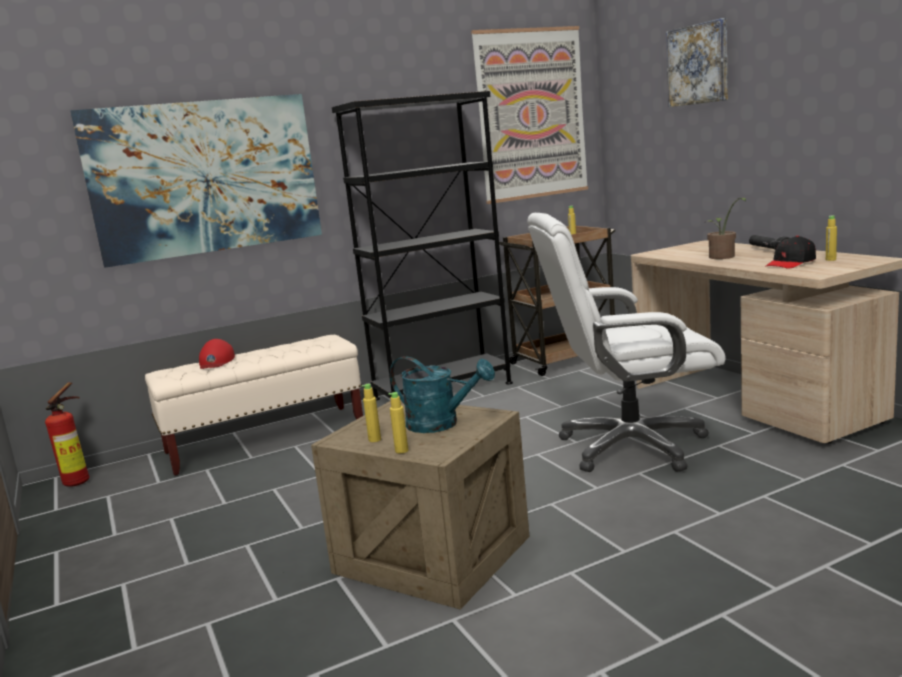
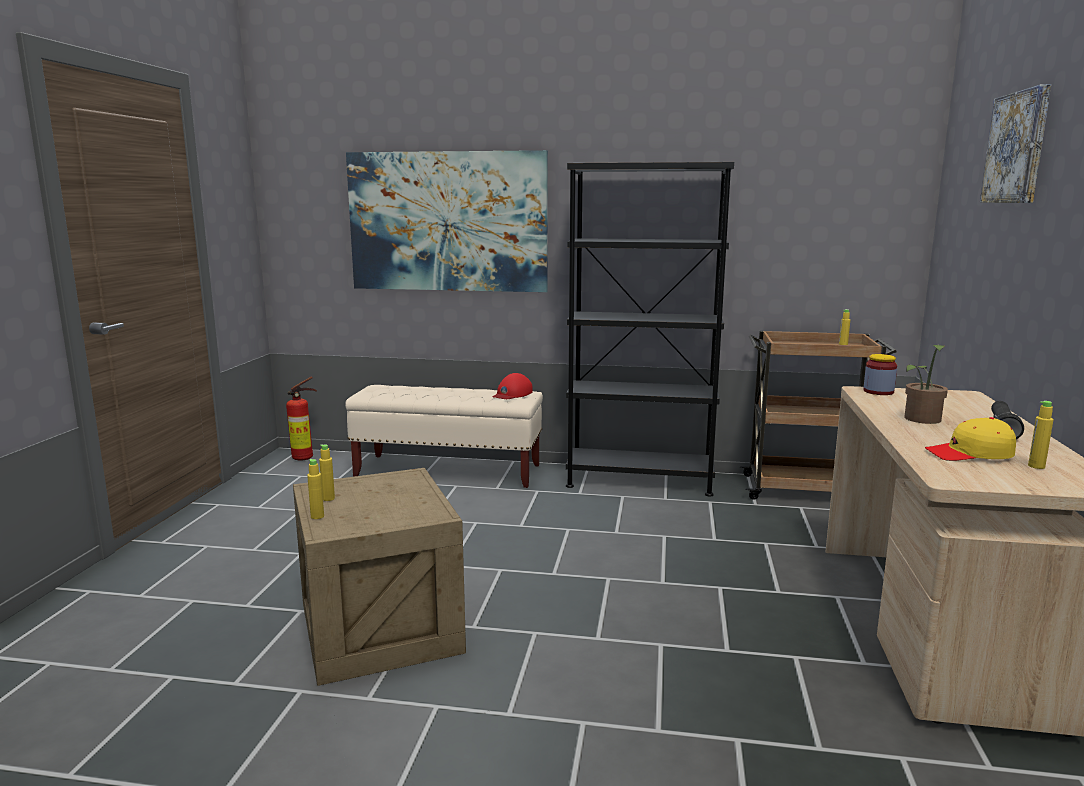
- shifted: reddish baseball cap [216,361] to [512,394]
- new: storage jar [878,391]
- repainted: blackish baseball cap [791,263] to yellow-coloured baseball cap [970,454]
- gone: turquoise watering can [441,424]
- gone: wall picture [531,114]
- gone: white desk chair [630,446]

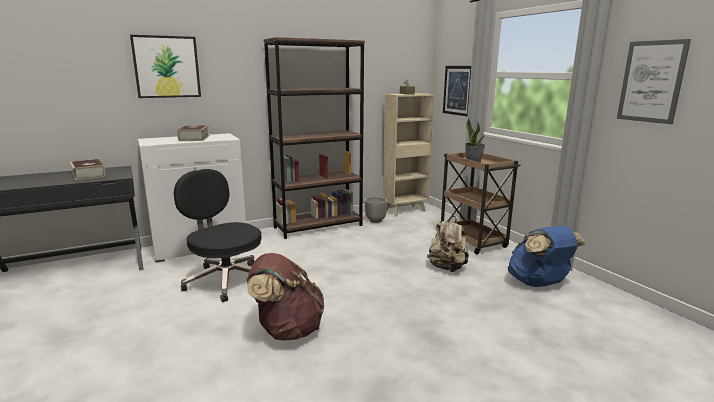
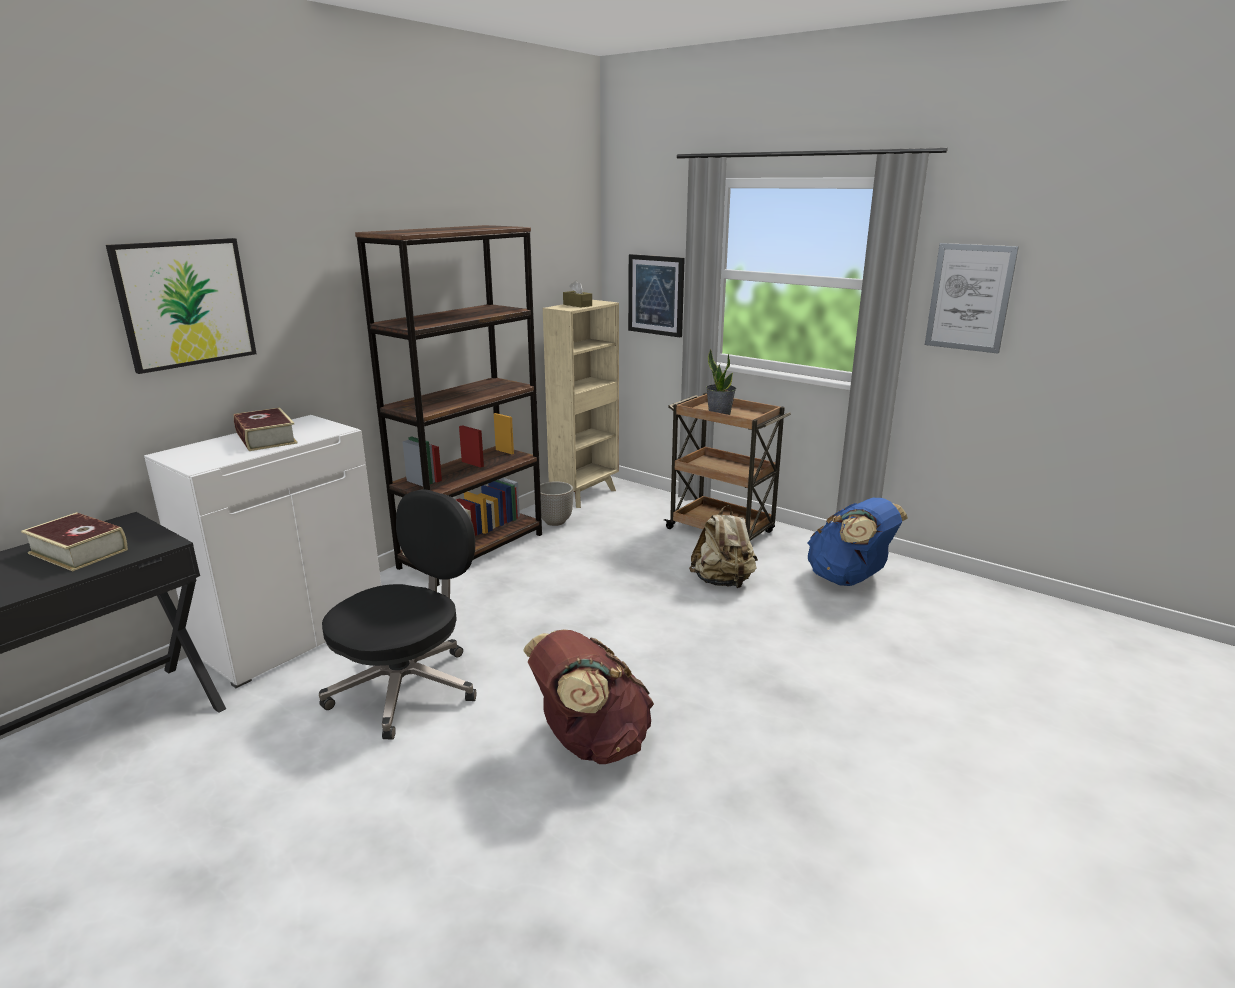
- rotated: blackish desk chair [225,280] = [407,687] 105 degrees clockwise

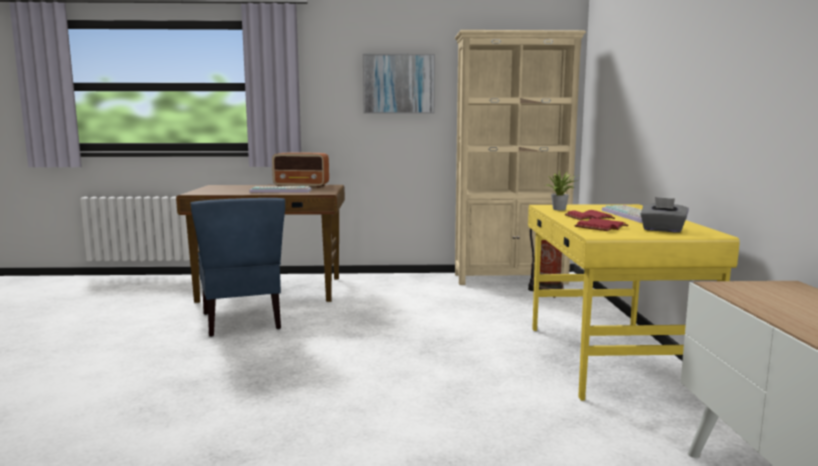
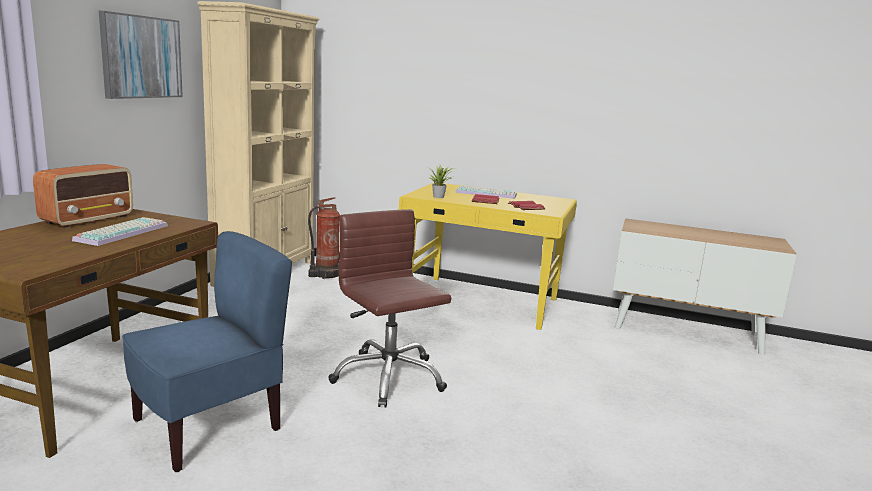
- rotated: blue-coloured chair [243,321] = [208,426] 45 degrees counterclockwise
- new: brown-coloured desk chair [388,377]
- gone: greyish box of tissues [662,230]

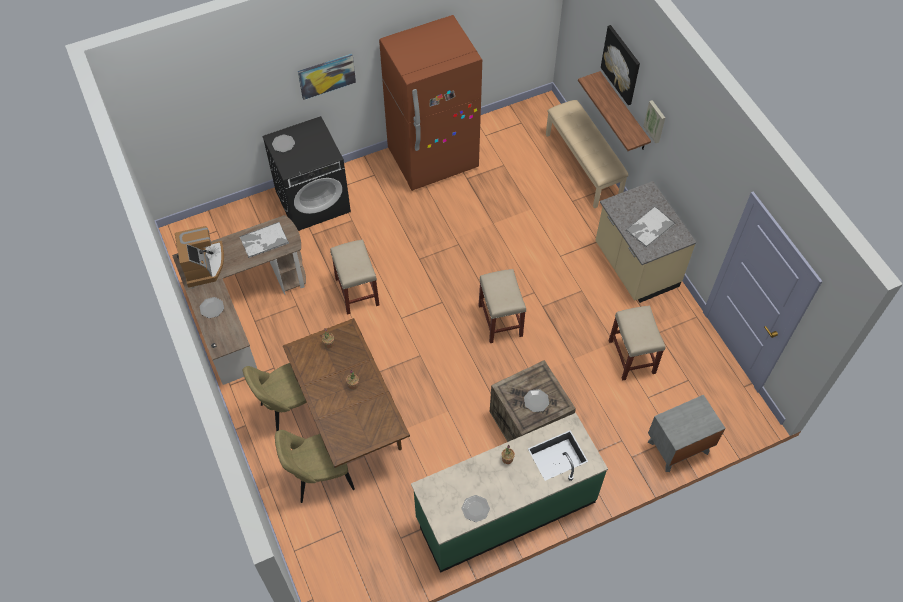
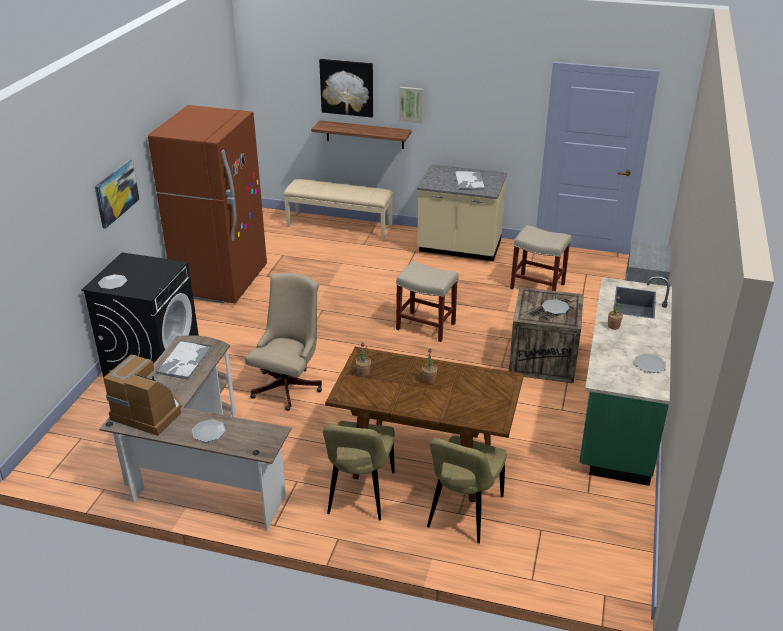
- swapped: beige-coloured stool [357,292] to beige-coloured desk chair [289,385]

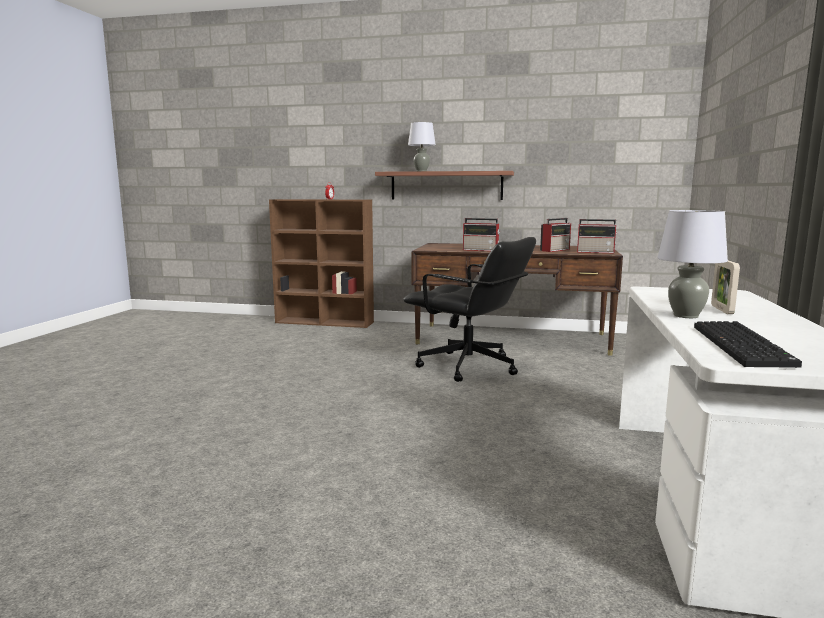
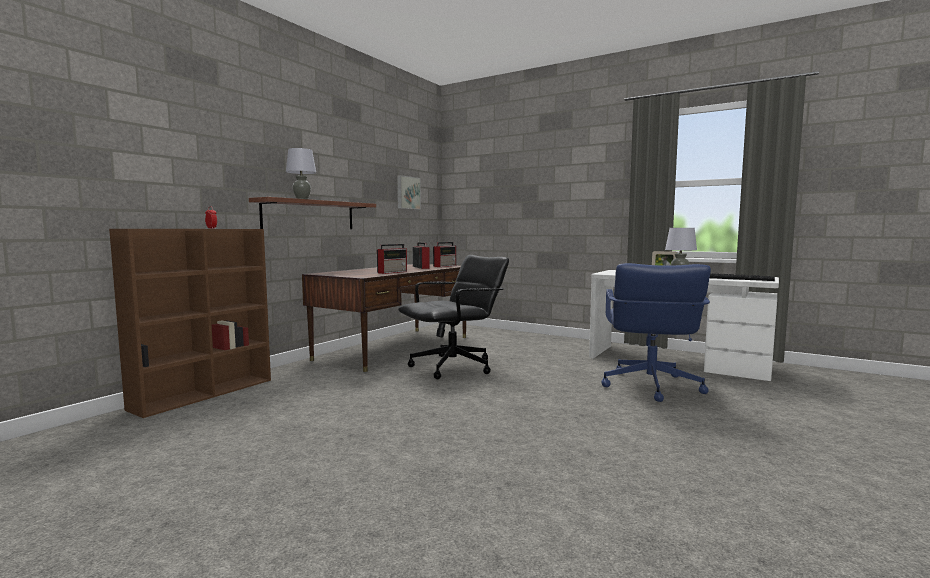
- new: wall picture [407,193]
- new: blue-coloured desk chair [650,386]

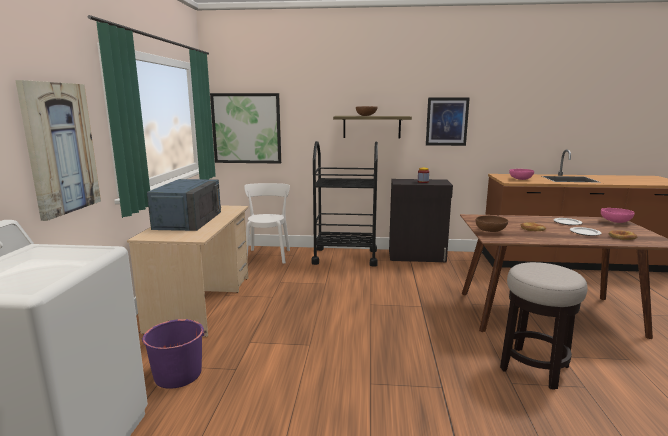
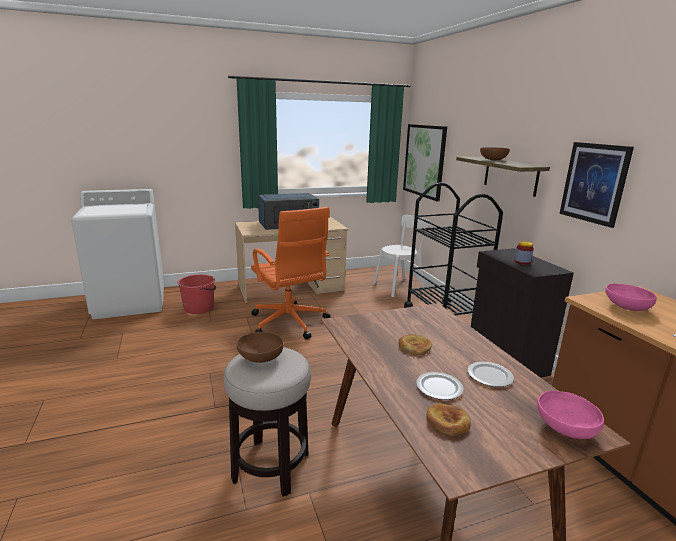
- repainted: purplish water bucket [178,374] to reddish water bucket [199,308]
- shifted: brown-coloured serving bowl [490,231] to [260,358]
- new: orange-coloured desk chair [289,323]
- gone: wall picture [60,148]

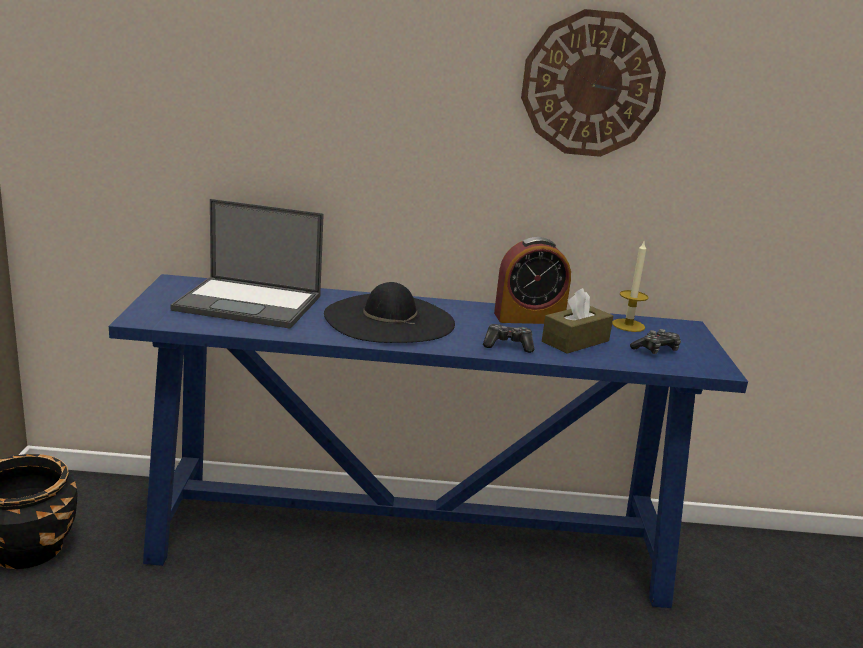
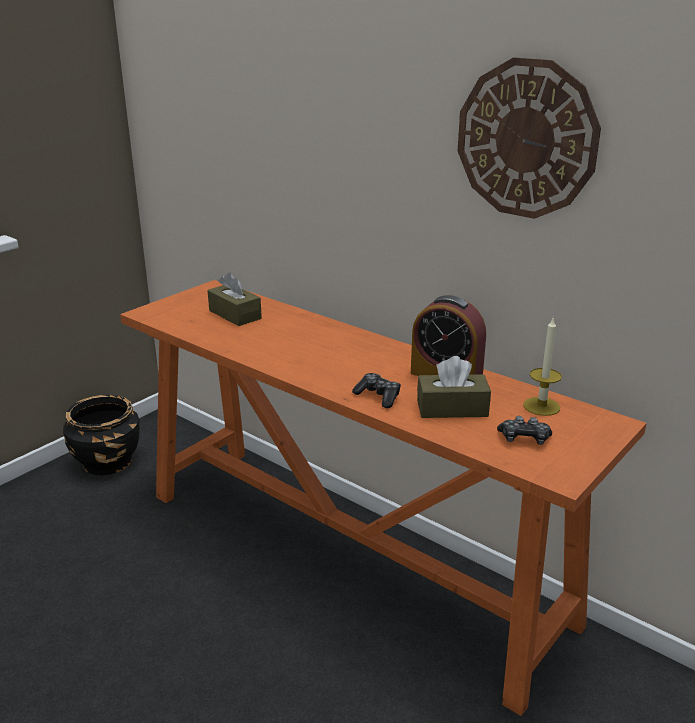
- repainted: blue-coloured console table [414,543] to orange-coloured console table [349,556]
- swapped: notebook computer [250,303] to brown-coloured box of tissues [235,314]
- gone: blackish wearable hat [389,319]

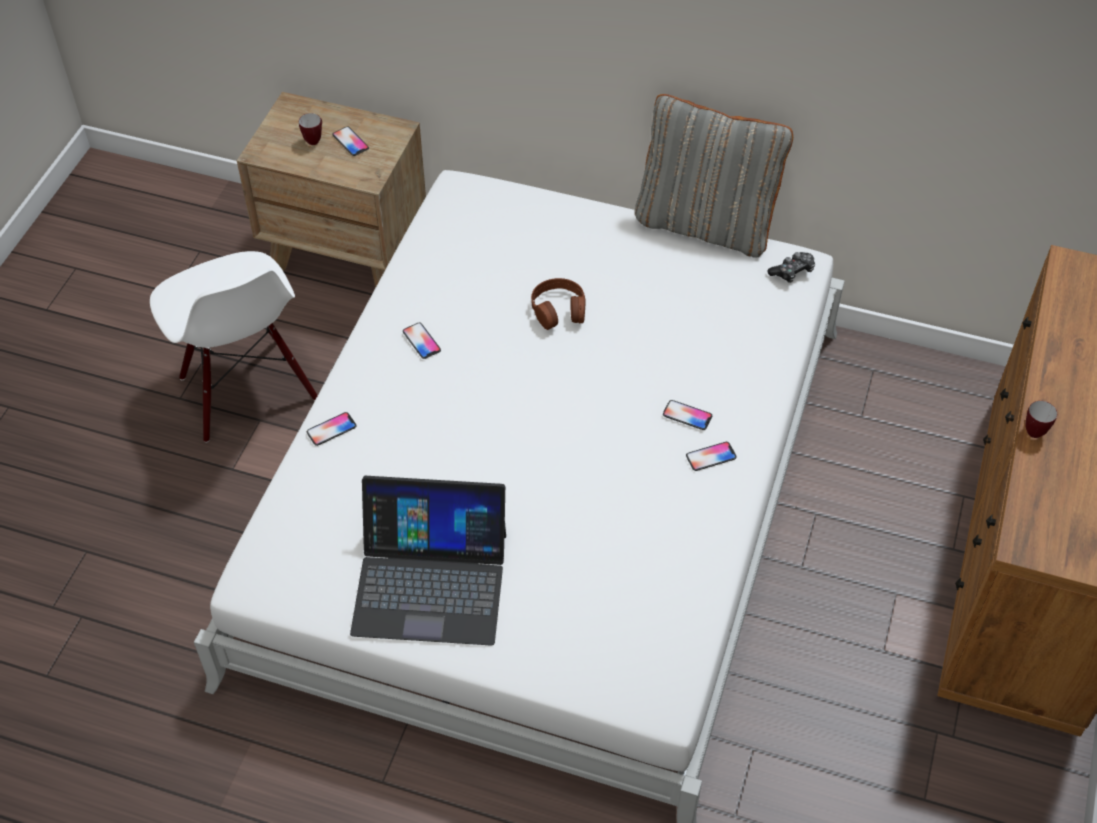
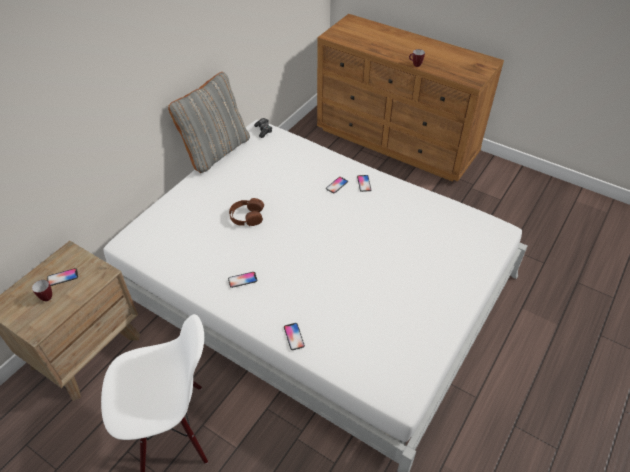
- gone: notebook computer [430,582]

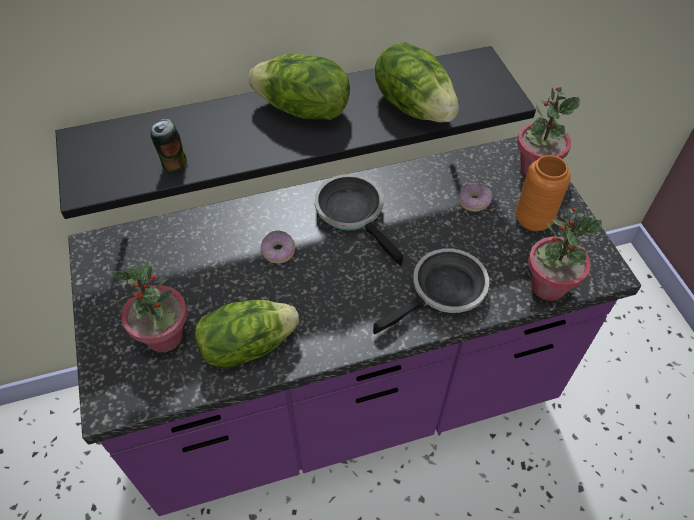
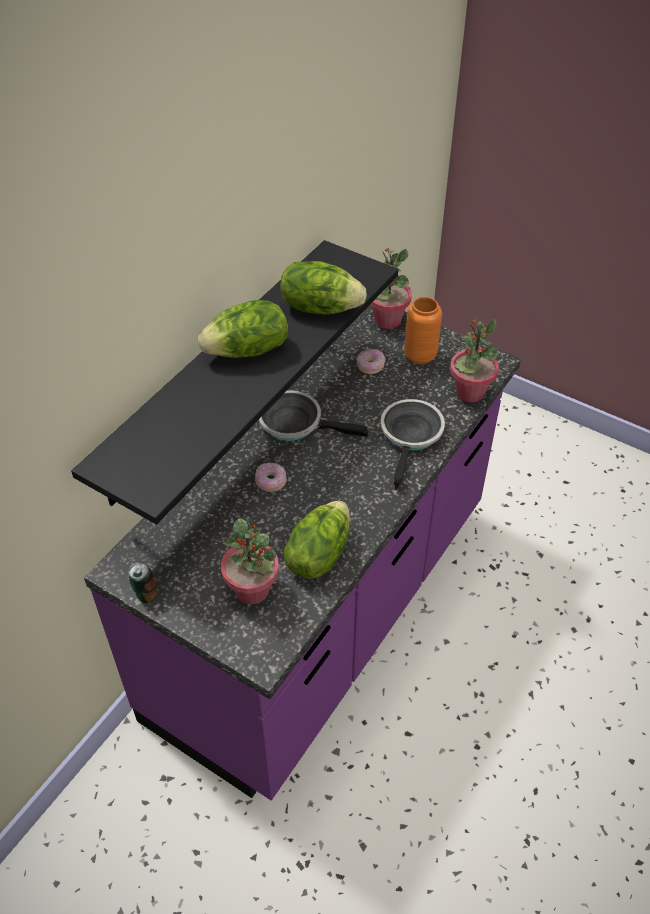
- shifted: sealed can [174,163] to [145,594]

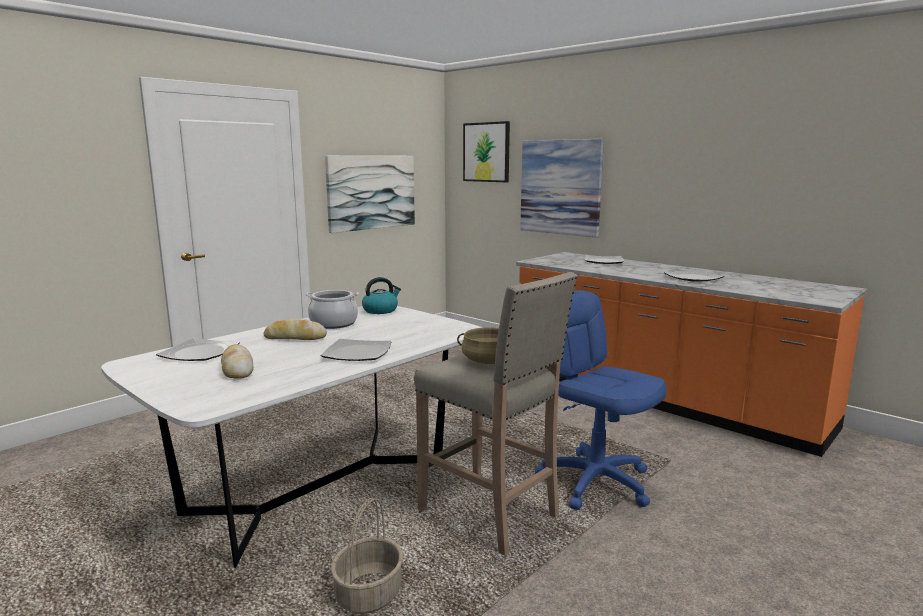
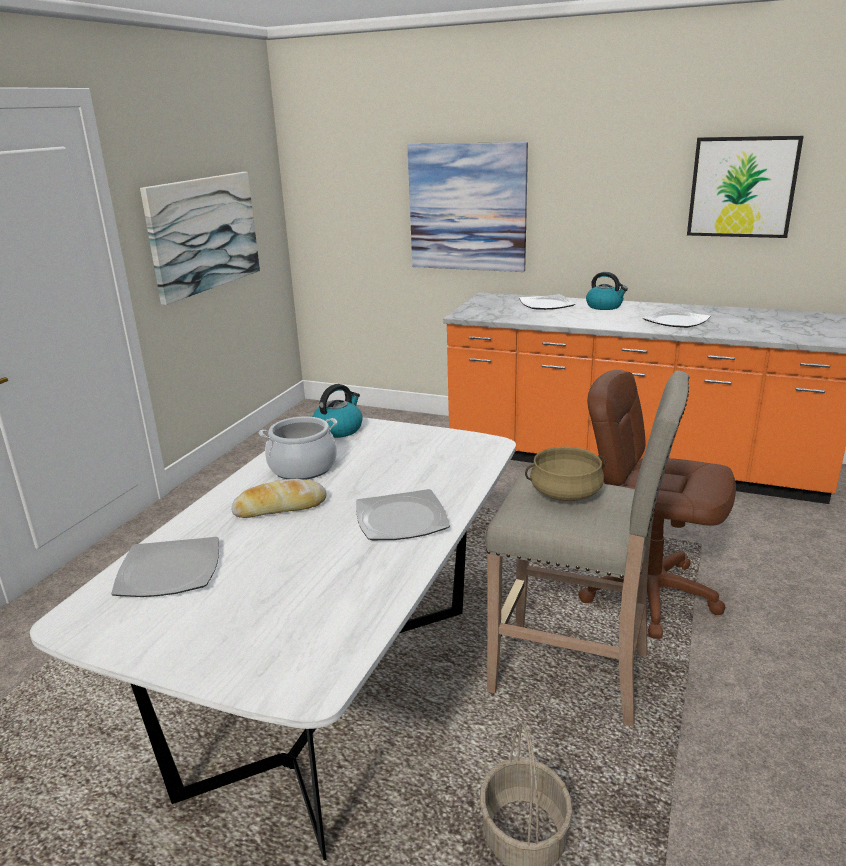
- repainted: blue-coloured desk chair [595,481] to brown-coloured desk chair [648,593]
- new: kettle [605,306]
- shifted: wall picture [486,152] to [742,187]
- gone: bakery bread [237,369]

